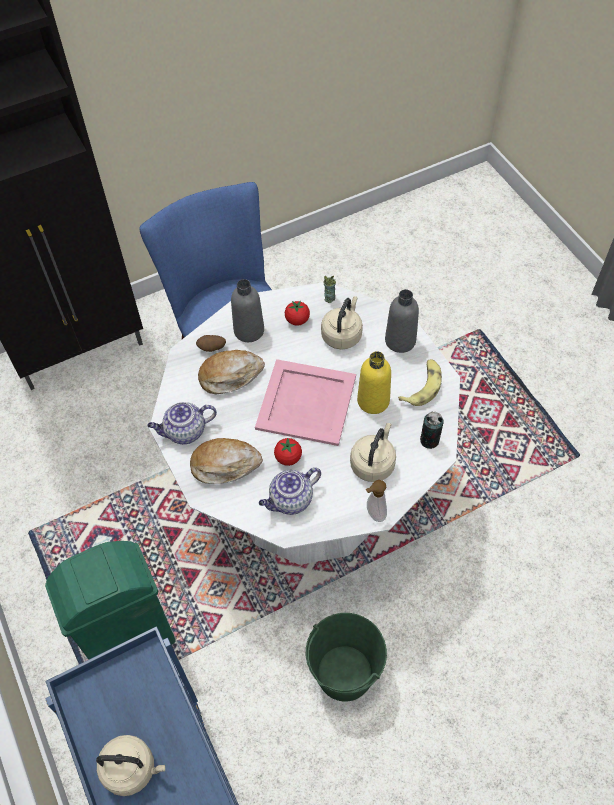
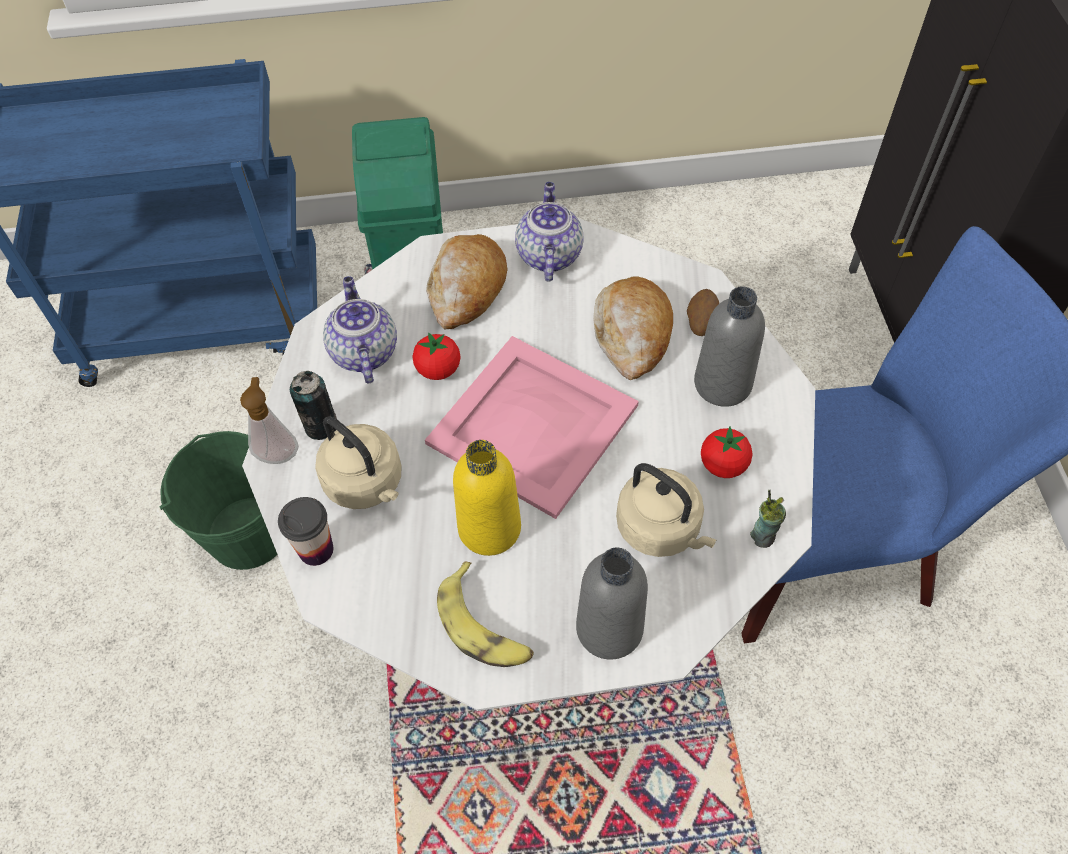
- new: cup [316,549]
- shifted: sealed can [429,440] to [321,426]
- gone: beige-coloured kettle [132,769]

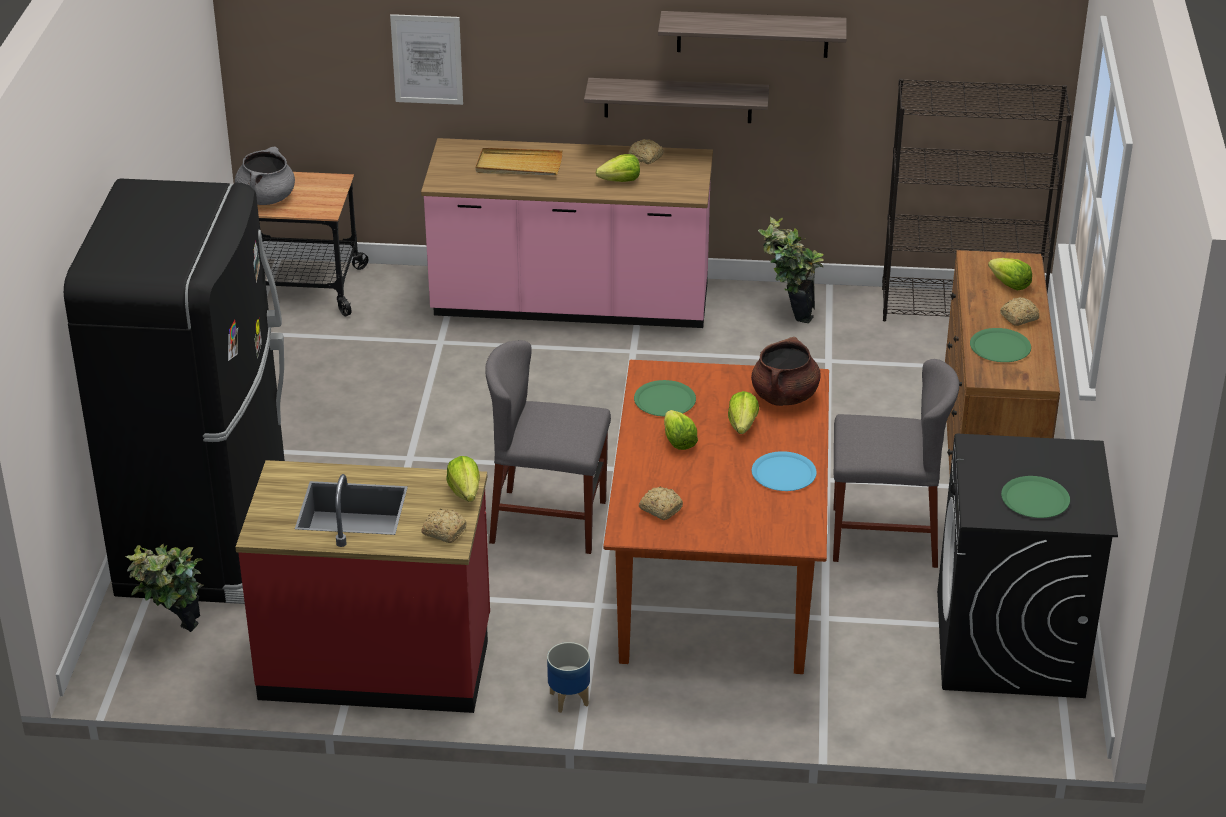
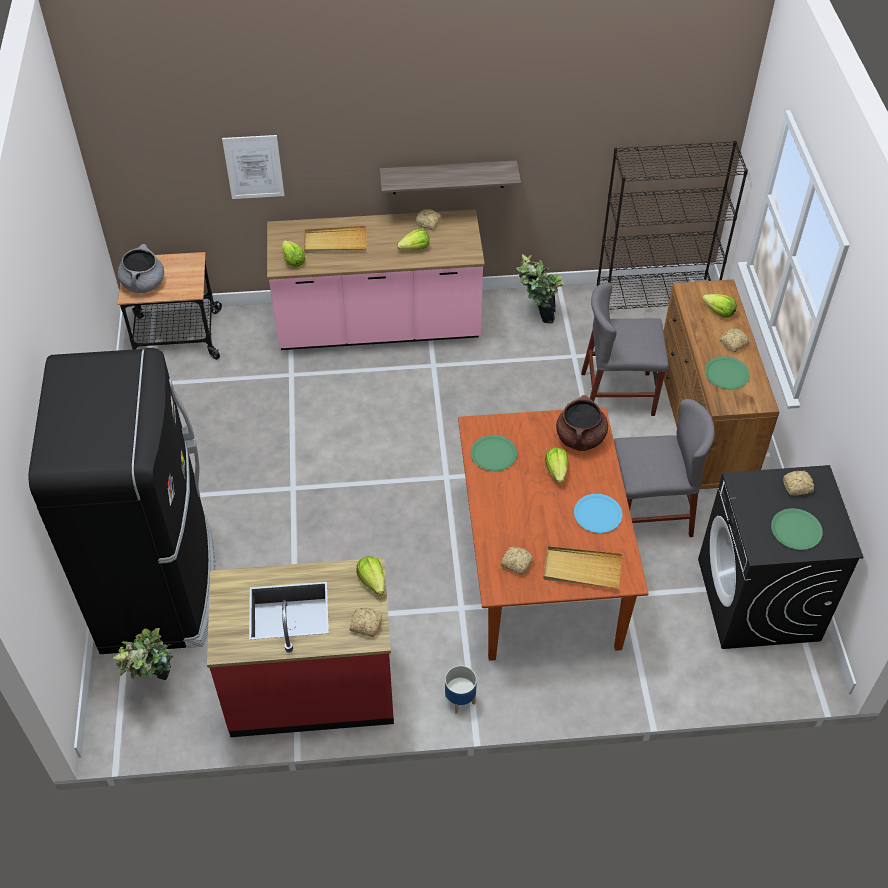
- shifted: lettuce head [678,441] to [293,260]
- new: beige-coloured serving tray [582,569]
- shifted: greyish chair [549,521] to [617,394]
- new: bakery bread [798,486]
- gone: bracket shelf [752,34]

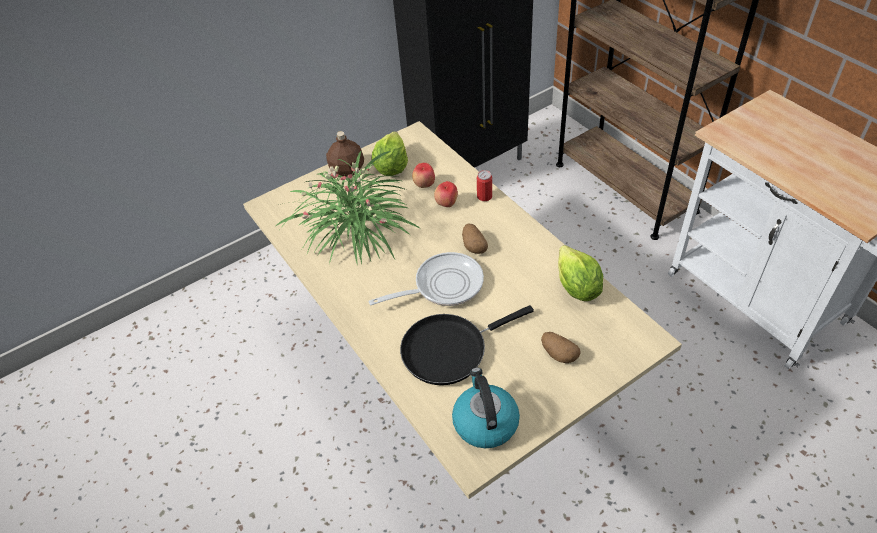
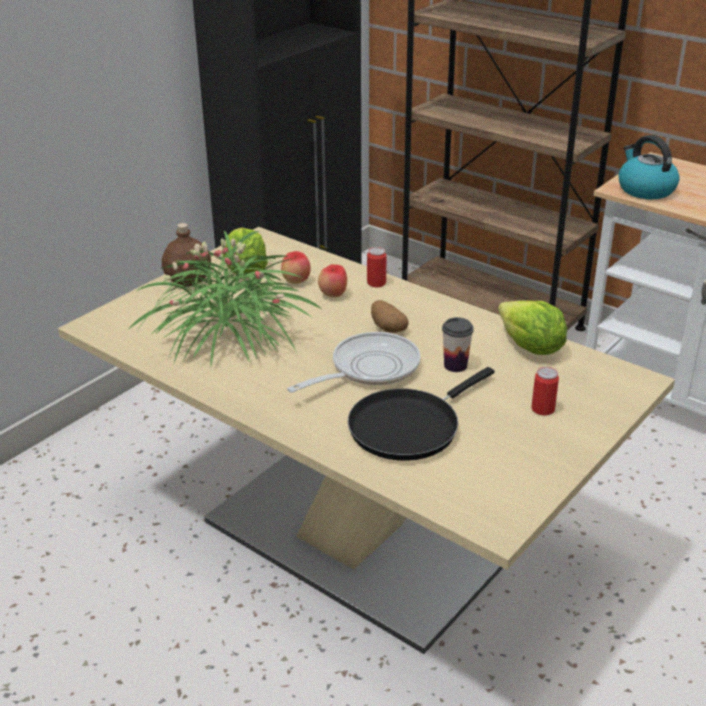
- new: cup [455,365]
- swapped: whole potato [558,354] to sealed can [543,409]
- shifted: kettle [485,422] to [645,189]

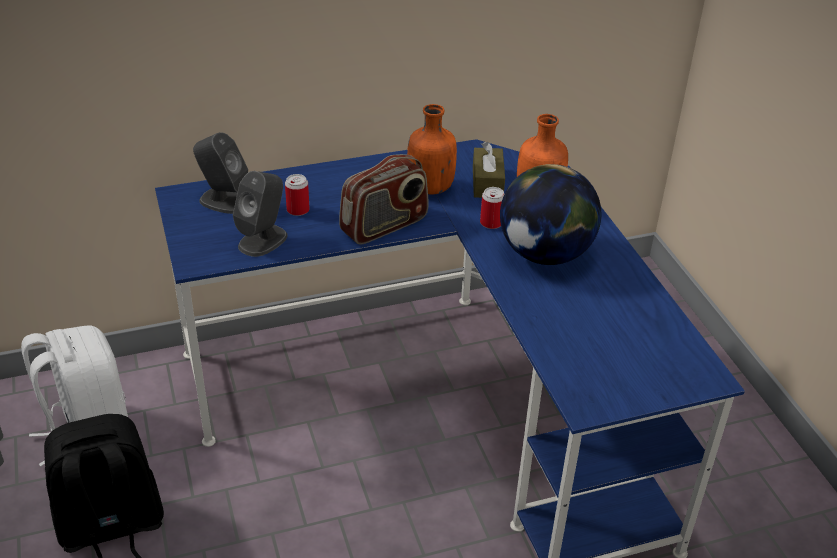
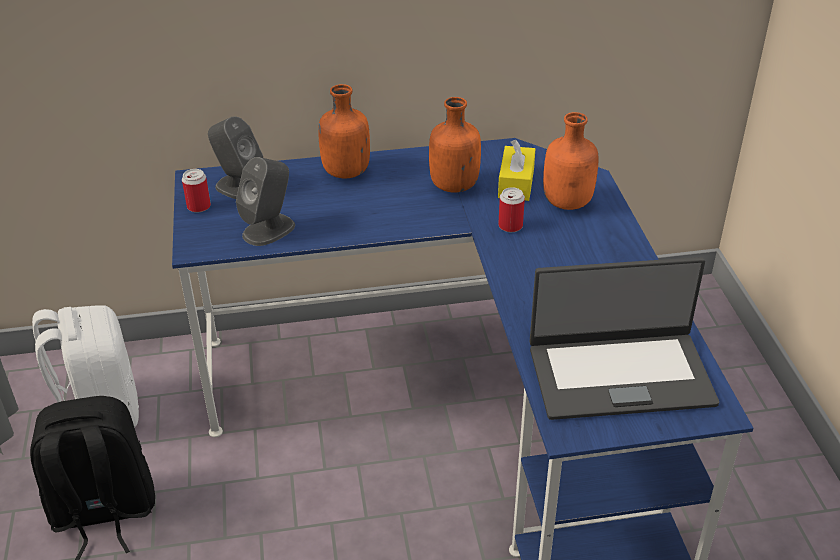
- shifted: sealed can [298,210] to [199,206]
- new: orange-coloured bottle [345,172]
- repainted: brown-coloured box of tissues [487,182] to yellow-coloured box of tissues [516,183]
- new: notebook computer [619,374]
- gone: radio receiver [384,226]
- gone: desk globe [545,254]

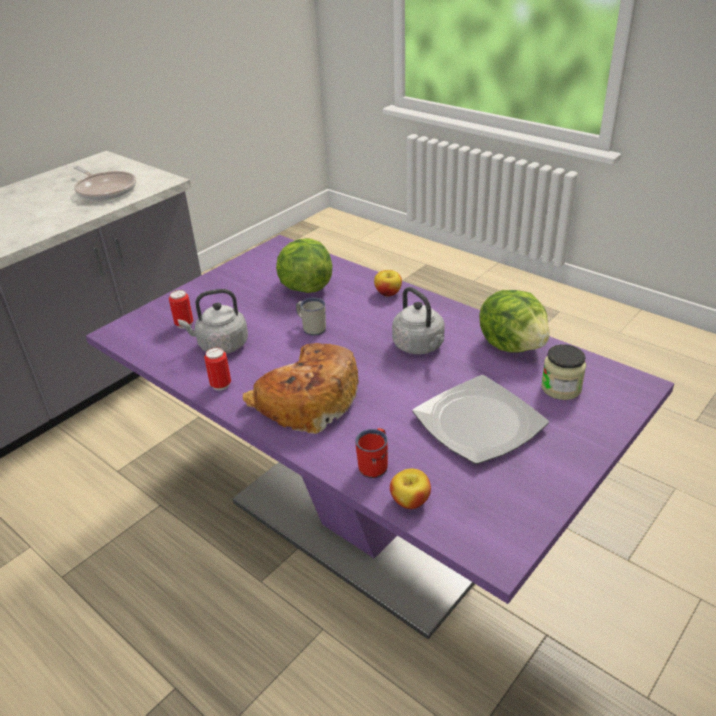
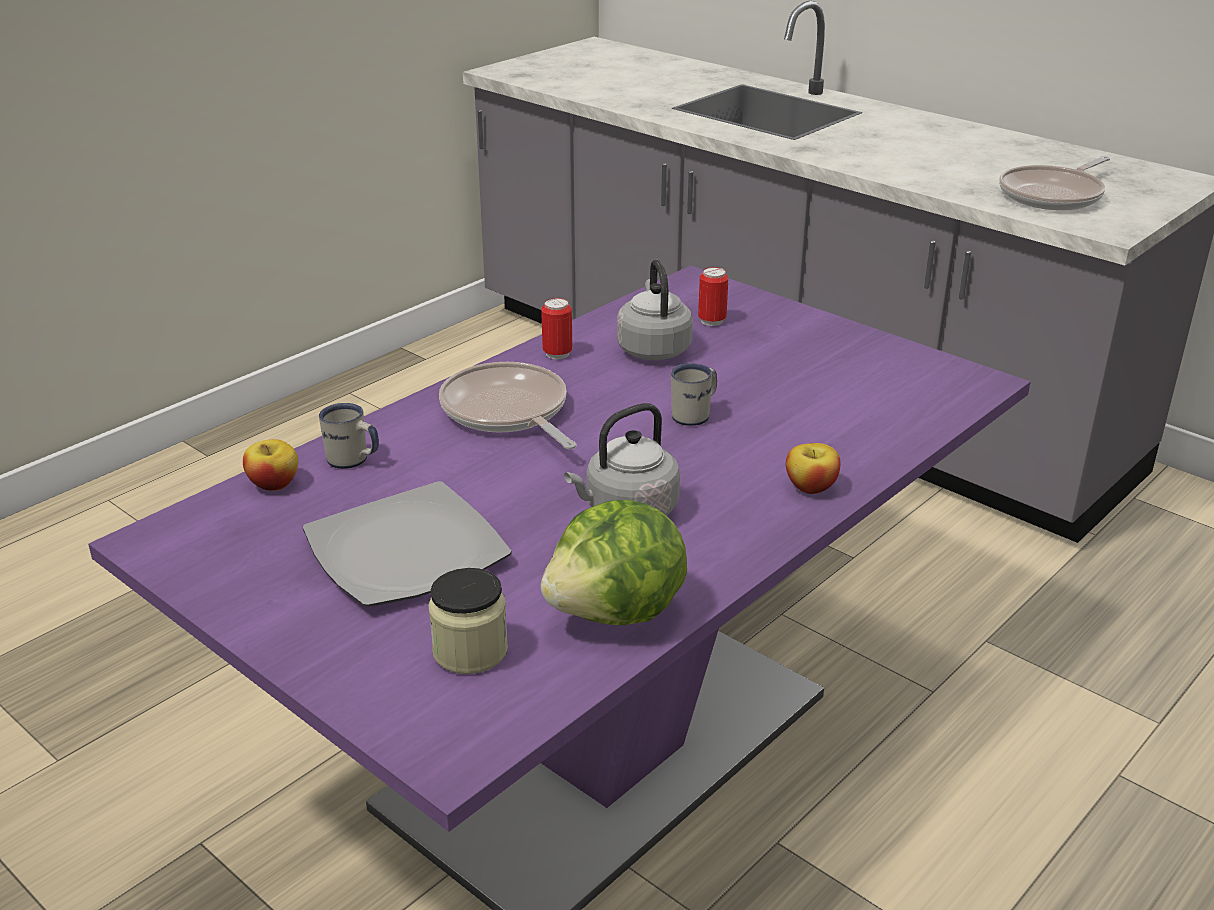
- repainted: reddish coffee mug [375,464] to white coffee mug [353,461]
- swapped: bakery bread [305,400] to frying pan [507,412]
- gone: lettuce head [305,287]

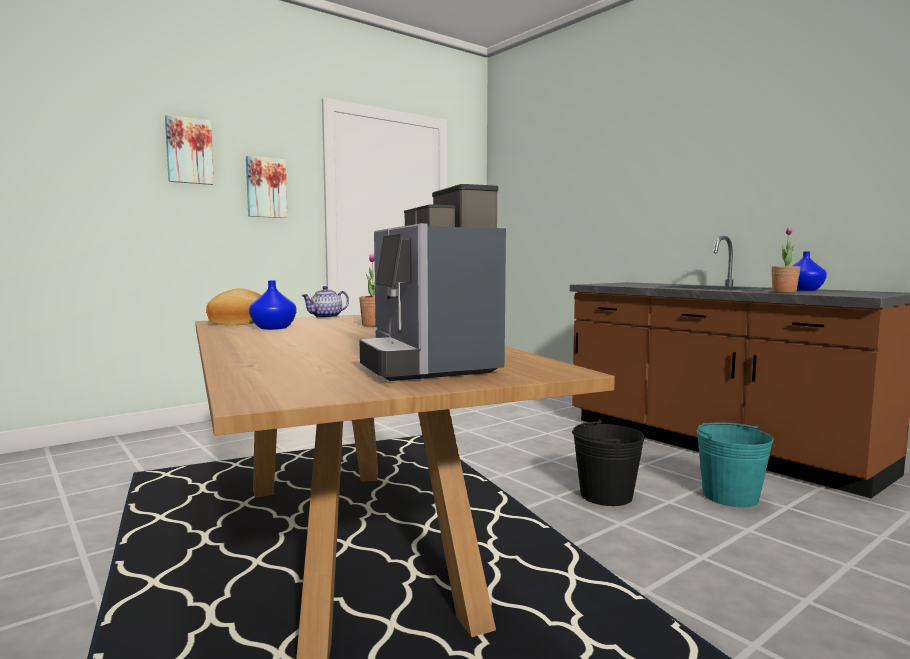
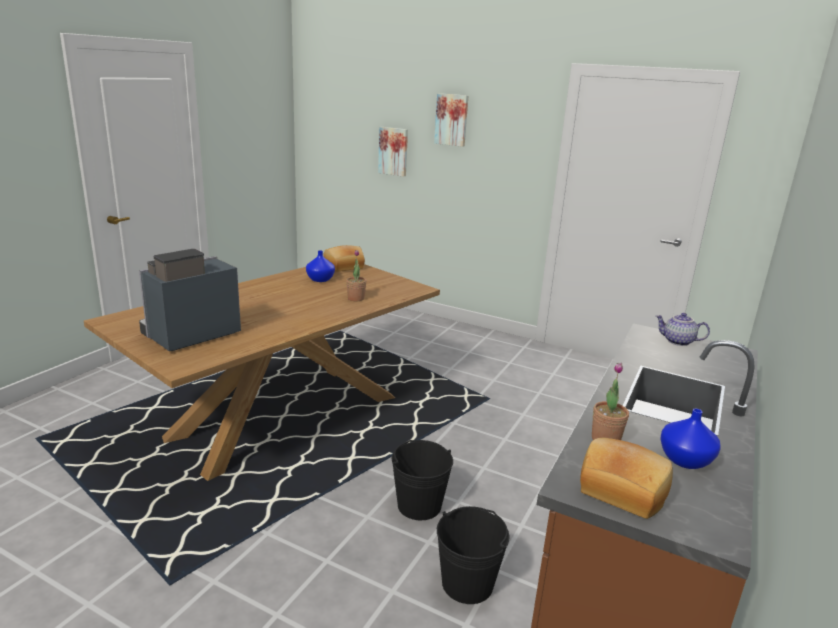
- shifted: wall picture [266,187] to [393,151]
- repainted: turquoise water bucket [730,496] to blackish water bucket [467,583]
- new: bakery bread [623,489]
- shifted: tea pot [326,317] to [677,342]

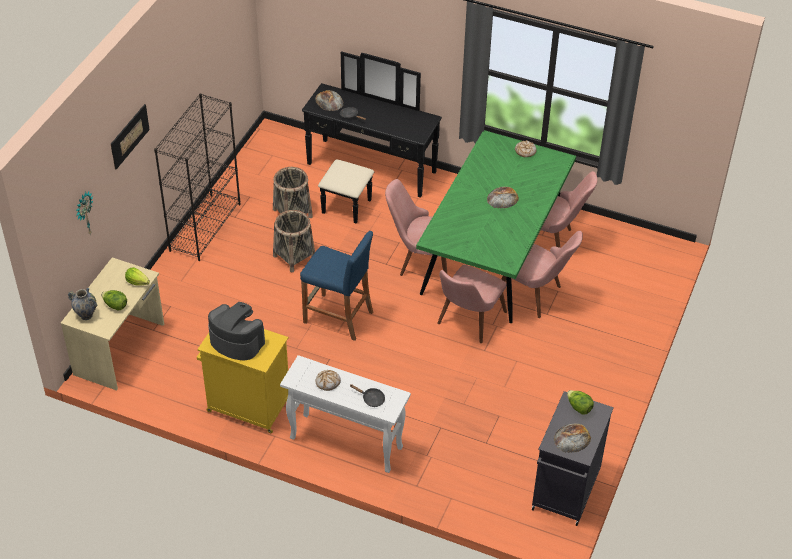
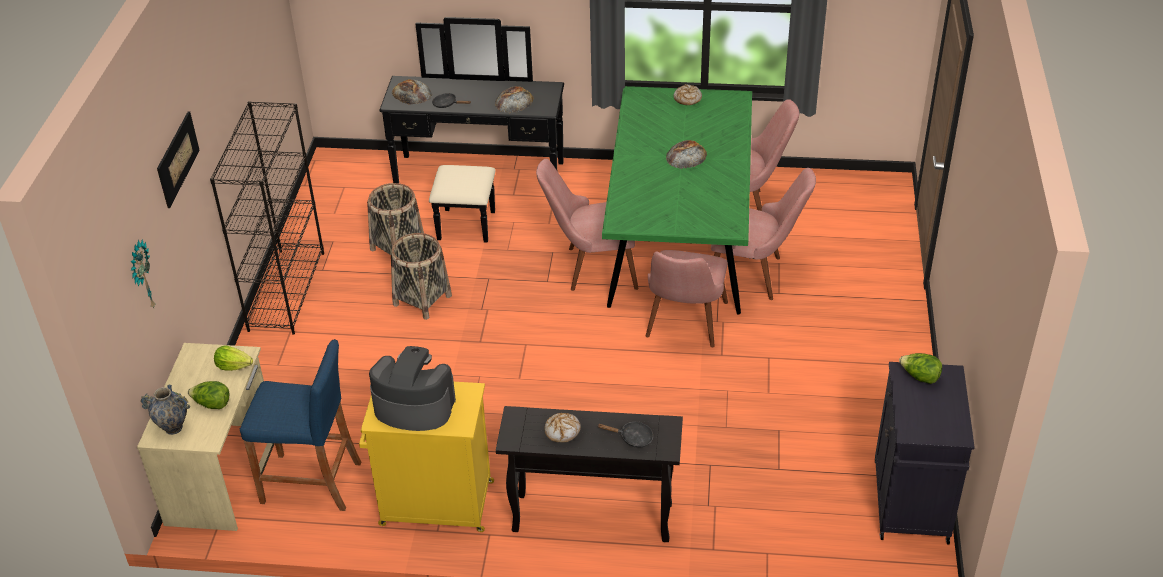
- shifted: blue-coloured stool [338,317] to [311,482]
- shifted: bakery bread [572,438] to [514,101]
- repainted: white console table [345,443] to blackish console table [591,518]

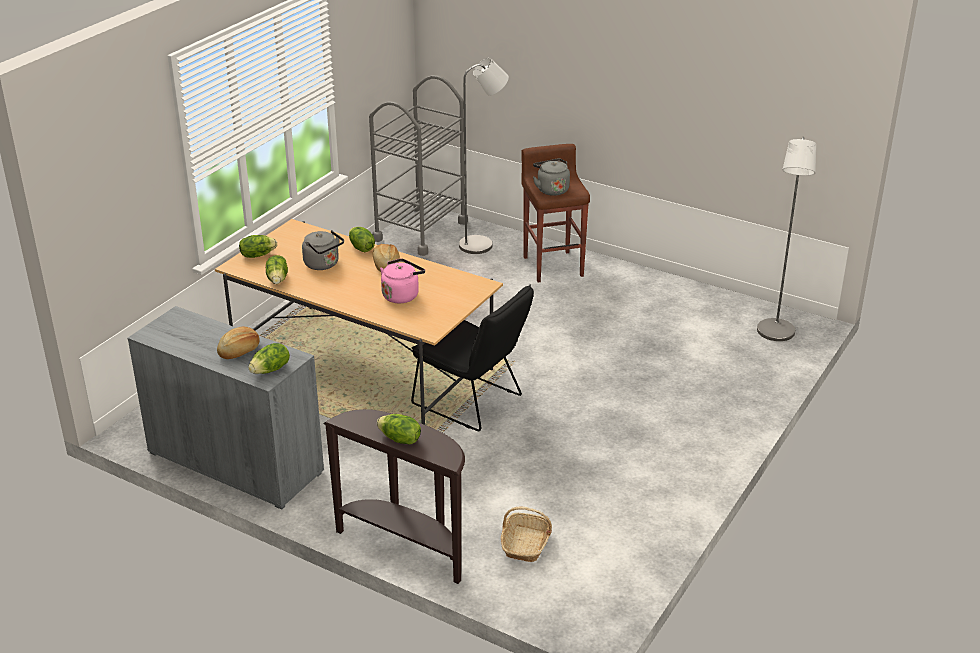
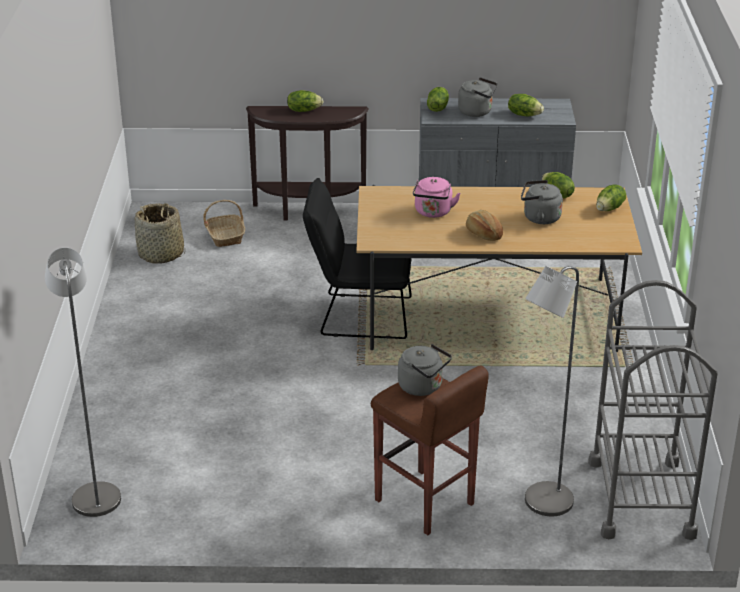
- new: basket [161,254]
- swapped: bakery bread [240,351] to greyish kettle [477,112]
- shifted: lettuce head [361,248] to [524,114]

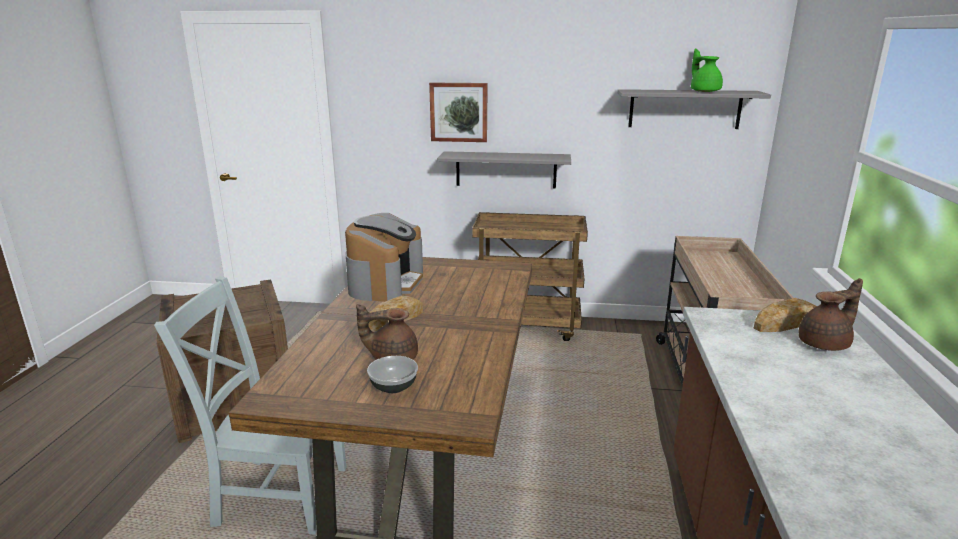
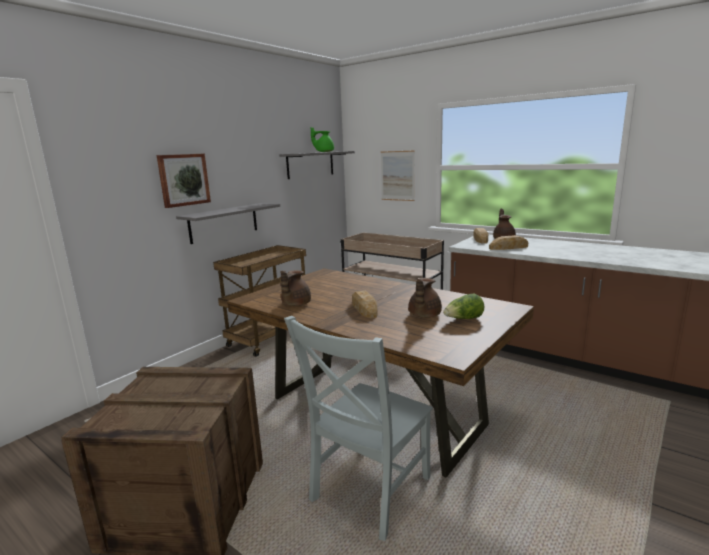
- swapped: coffee brewer [385,283] to brown-coloured tea pot [295,304]
- new: wall picture [397,176]
- swapped: serving bowl [393,387] to lettuce head [464,319]
- new: bakery bread [508,247]

